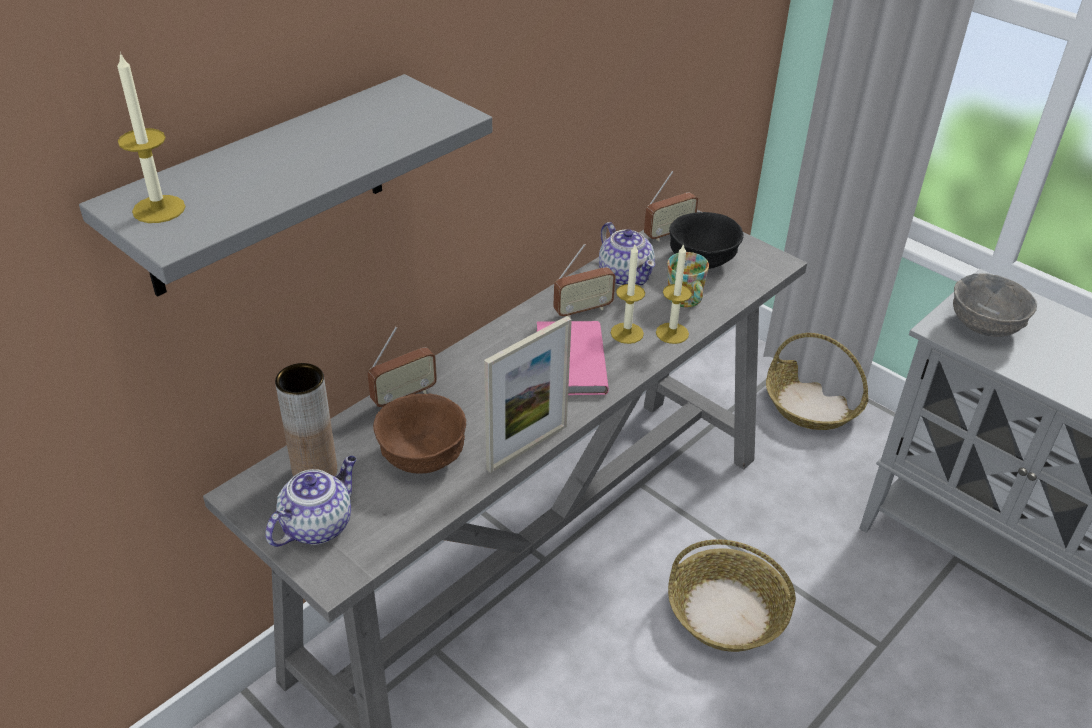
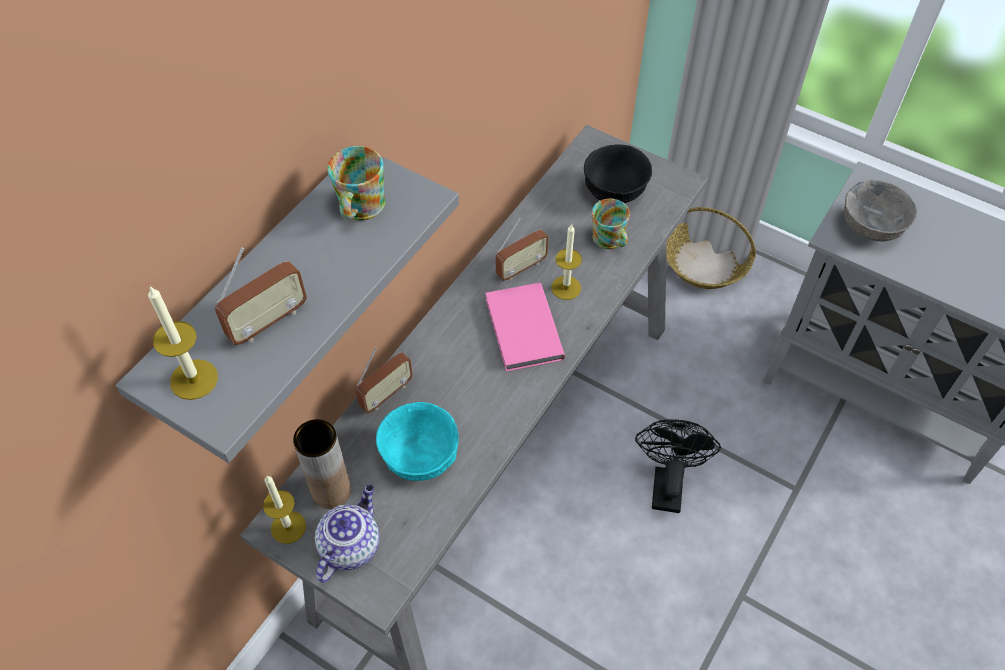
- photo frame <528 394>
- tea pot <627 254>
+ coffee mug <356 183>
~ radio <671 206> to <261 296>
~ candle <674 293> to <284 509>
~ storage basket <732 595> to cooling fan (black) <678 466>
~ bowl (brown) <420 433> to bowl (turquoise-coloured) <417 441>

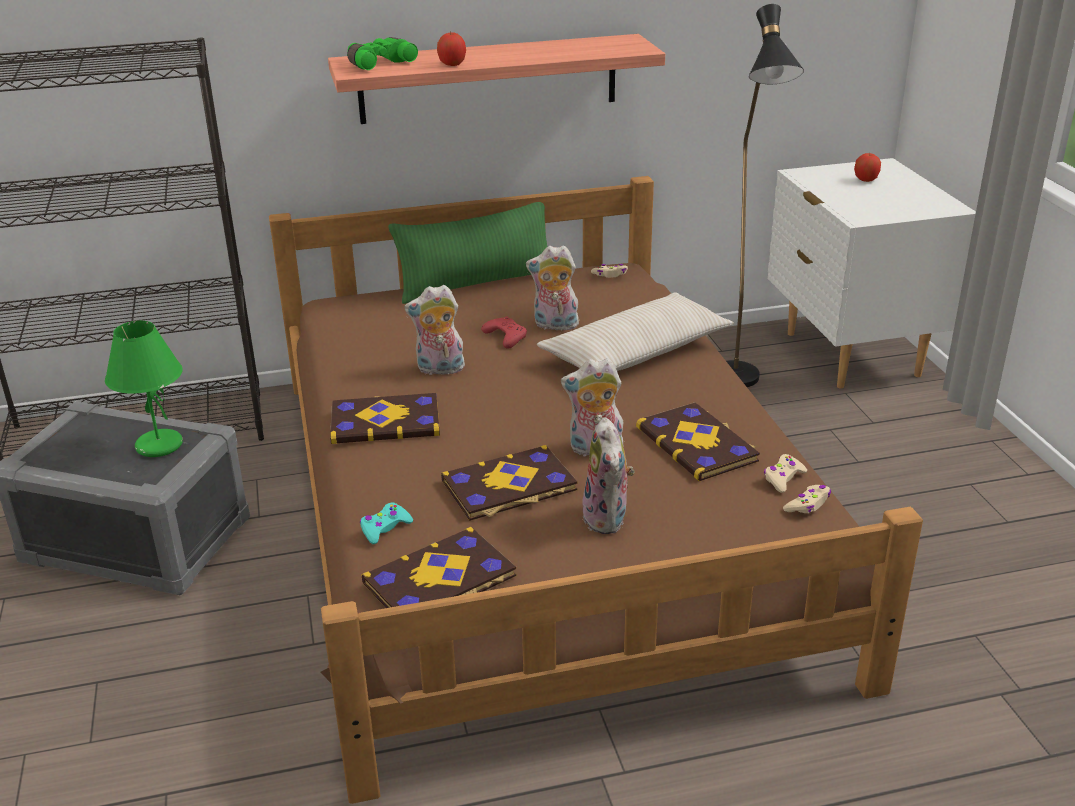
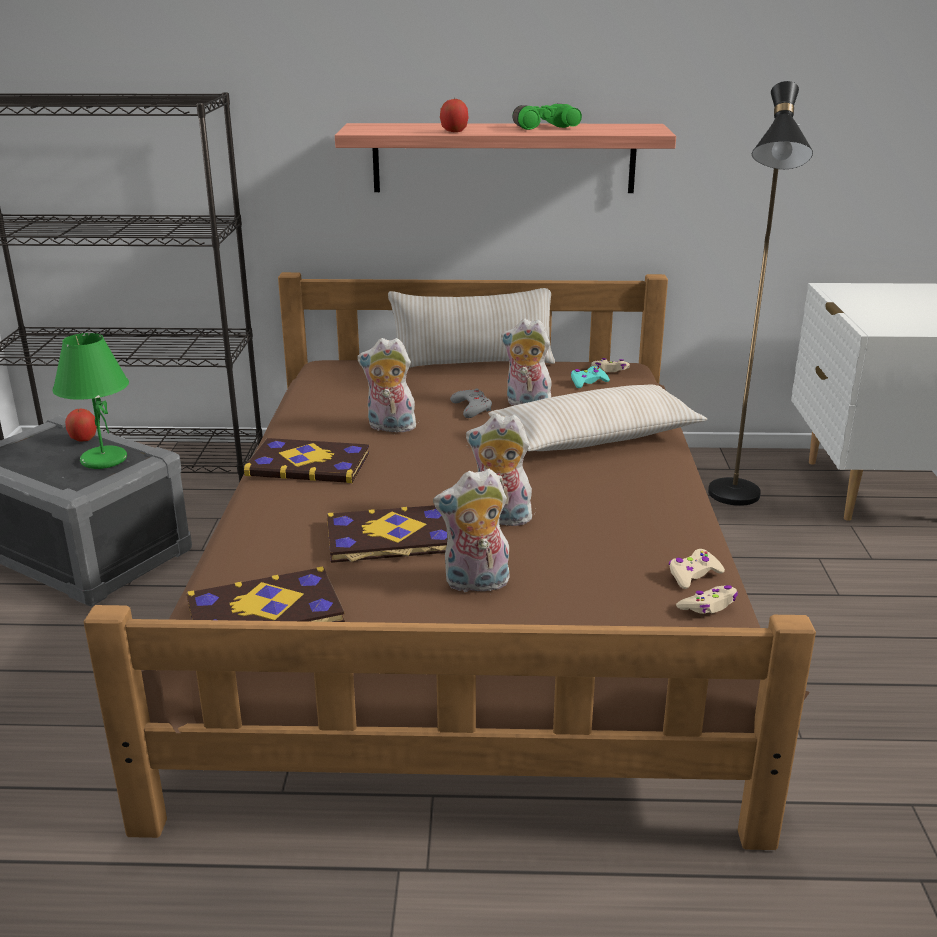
- book <698 441>
~ binoculars (green) <382 53> to <547 117>
~ joypad (turquoise-coloured) <386 523> to <590 377>
~ apple fruit <867 167> to <81 424>
~ pillow (green) <468 253> to pillow (beige-coloured) <471 328>
~ joypad (red-coloured) <504 332> to joypad (grey) <471 403>
~ plush toy <608 475> = <471 530> 75 degrees clockwise

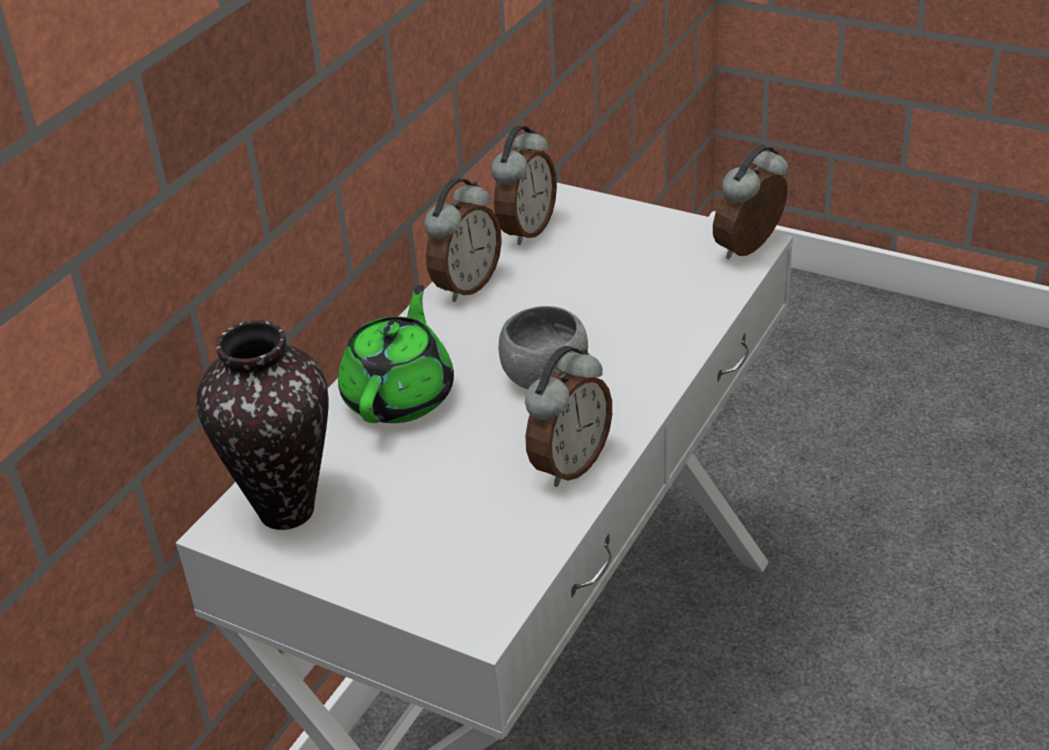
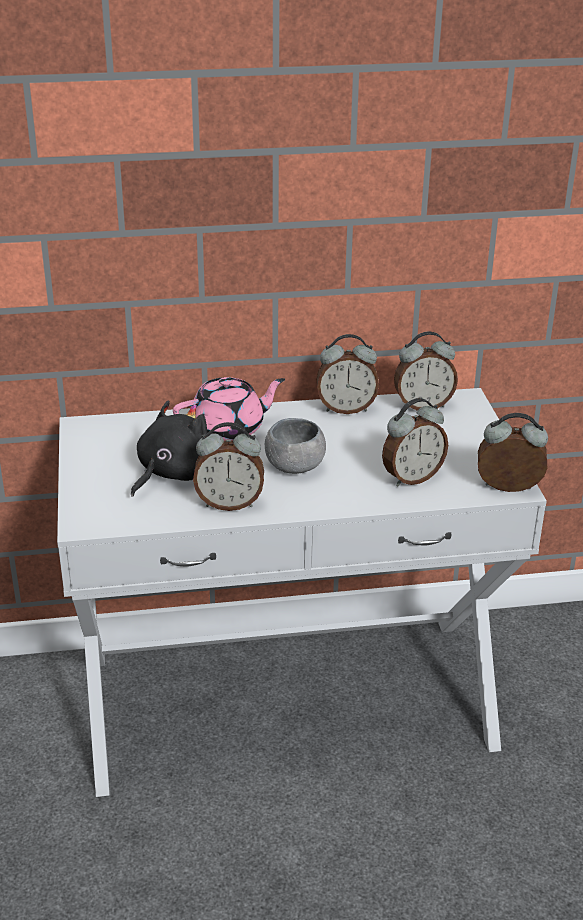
- flower vase <262 425>
+ plush toy (black) <169 448>
+ bedside clock <415 442>
~ tea pot (green) <396 354> to tea pot (pink) <229 409>

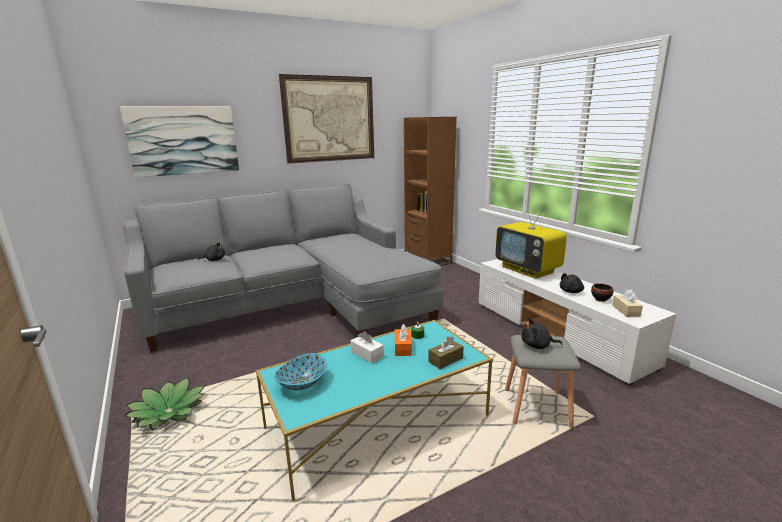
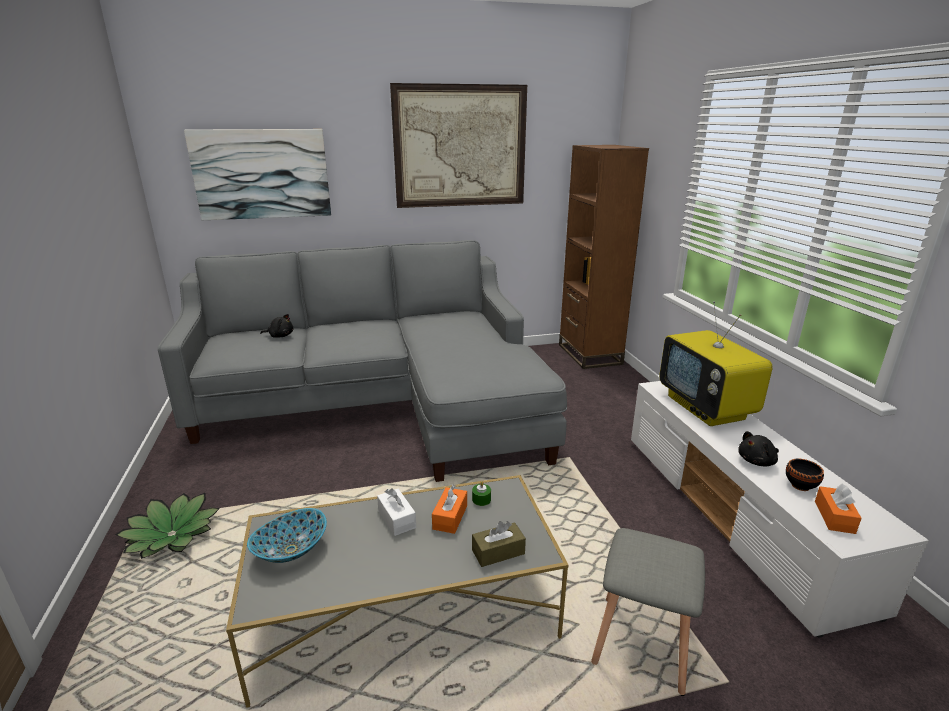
- plush toy (black) <542 333>
~ lounge table (turquoise-coloured) <374 411> to lounge table (grey) <397 591>
~ tissue box (beige-coloured) <627 303> to tissue box (orangey) <838 508>

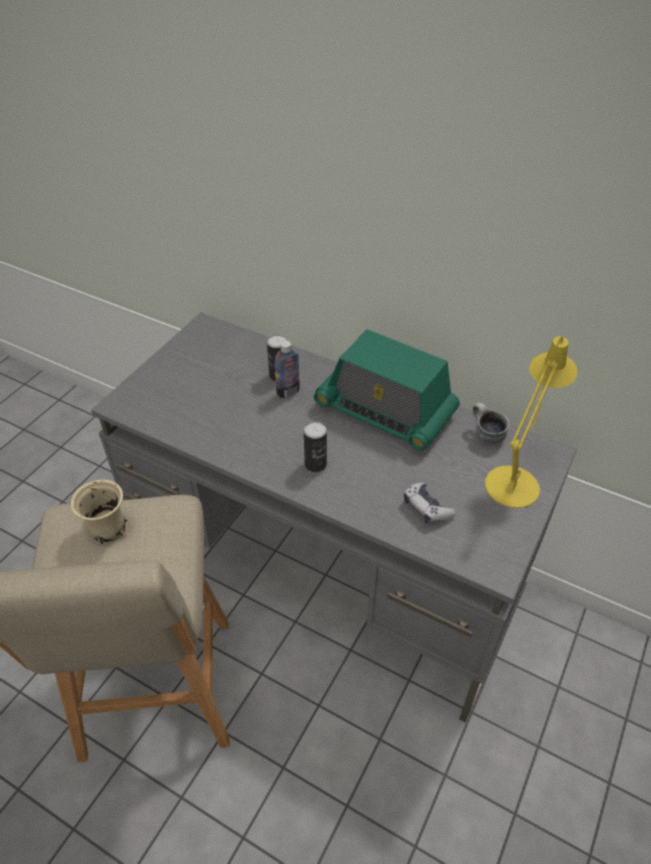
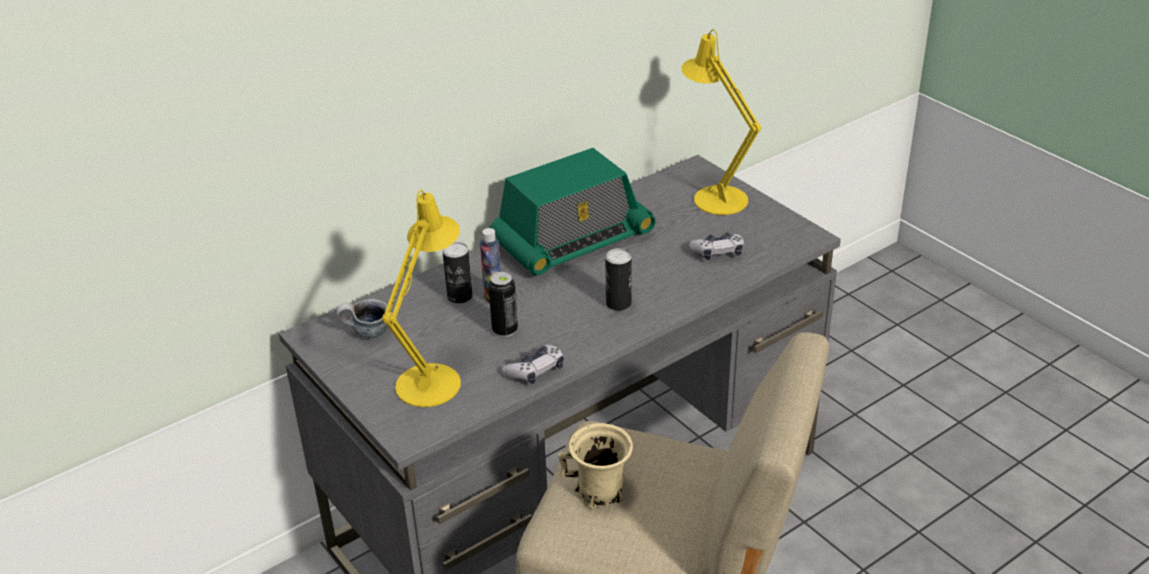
+ lamp for a table (yellowish) <421 298>
+ metal can <503 304>
+ joypad <533 364>
~ coffee mug <491 423> to <362 318>

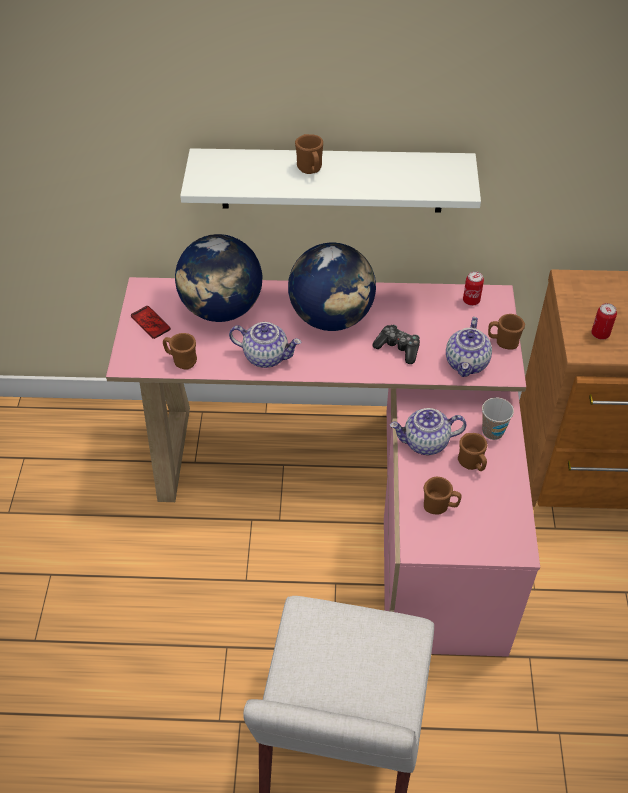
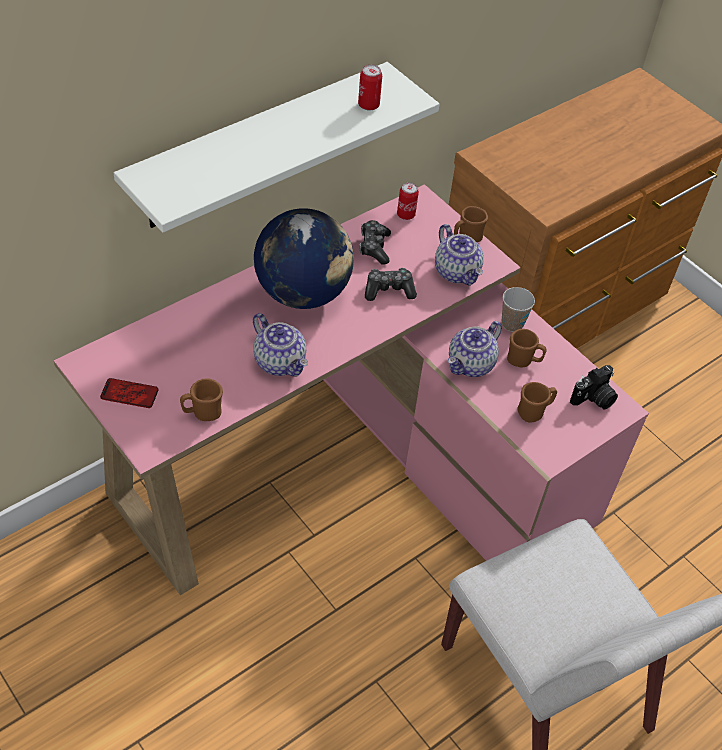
- world globe <218 278>
- coffee mug (brown) <309 154>
+ joypad <375 242>
+ still camera <594 387>
~ metal can <604 321> to <370 88>
~ tea pot <265 345> = <280 345> 75 degrees clockwise

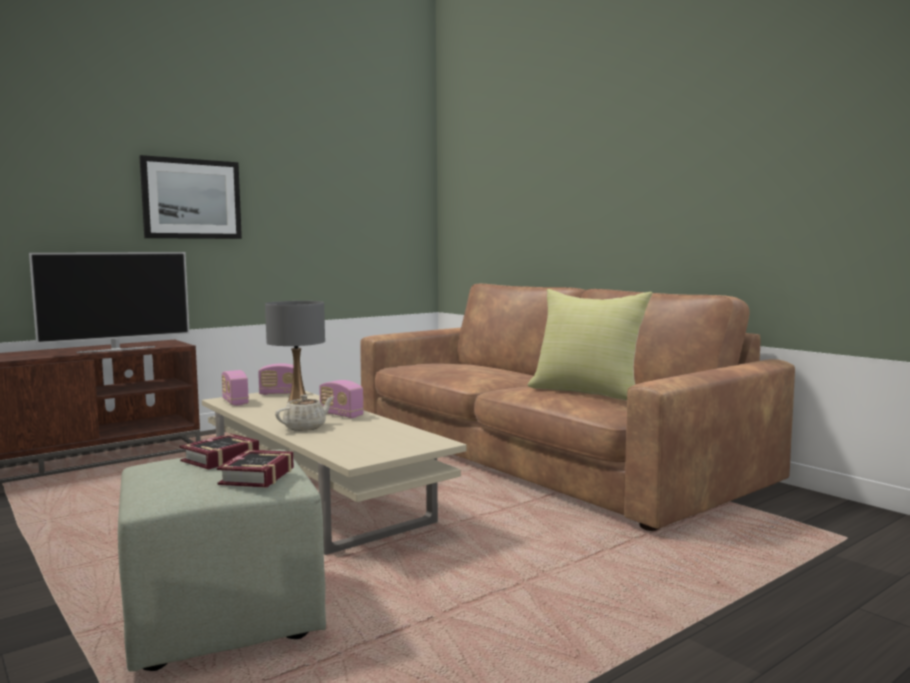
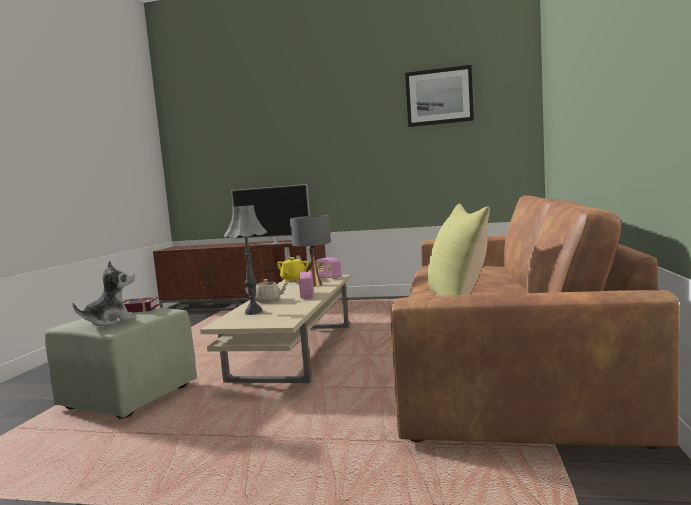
+ lamp for a table (grey) <245 260>
~ picture <190 197> to <439 96>
~ book <255 469> to plush toy <104 293>
~ radio <235 388> to tea pot (yellowish) <293 269>

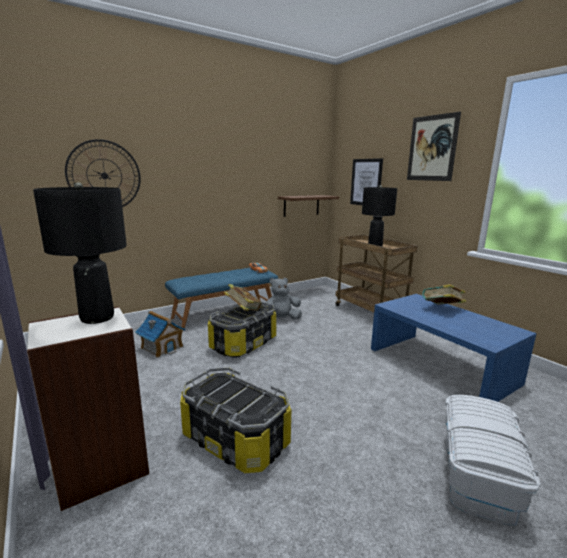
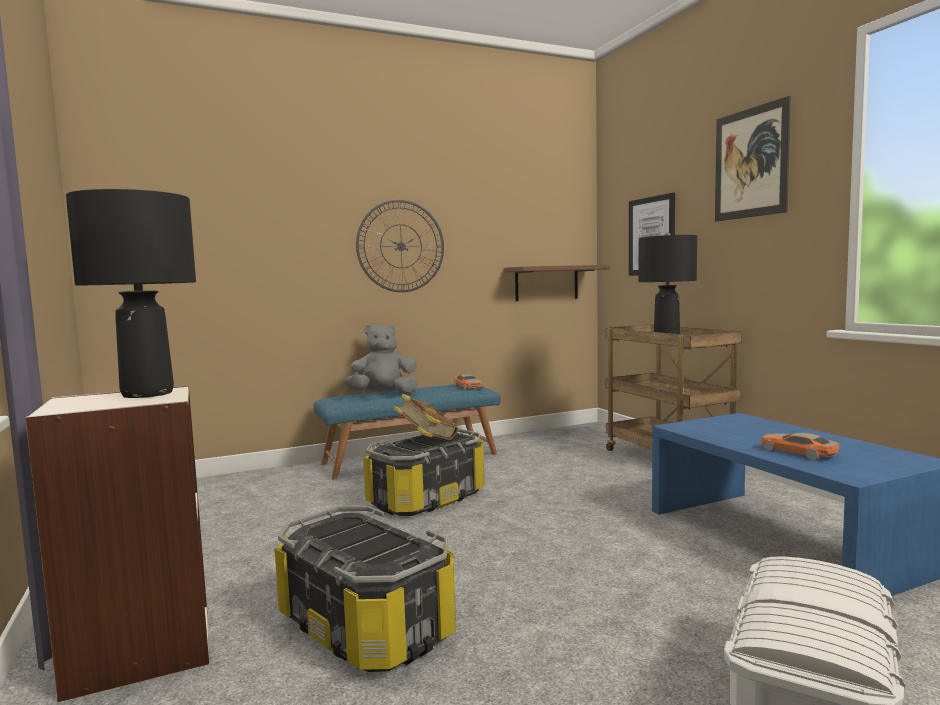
- toy house <160 334>
- book <444 294>
+ model car <800 446>
~ wall clock <103 173> to <400 246>
~ plush toy (grey) <283 299> to <382 359>

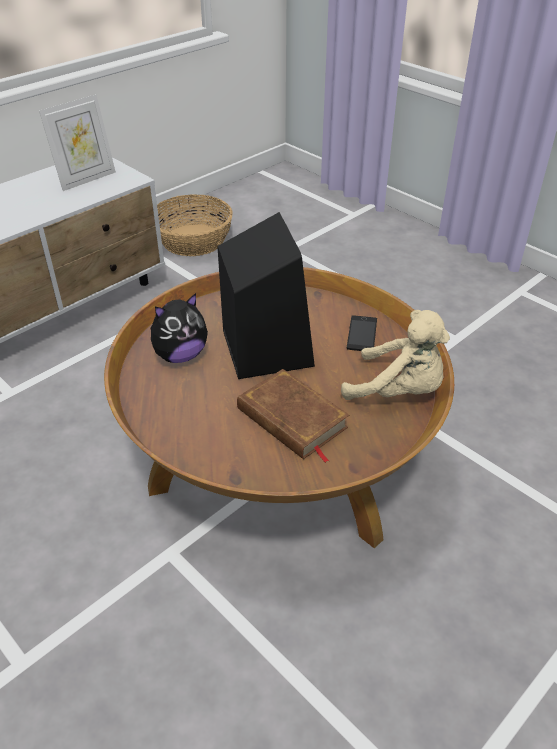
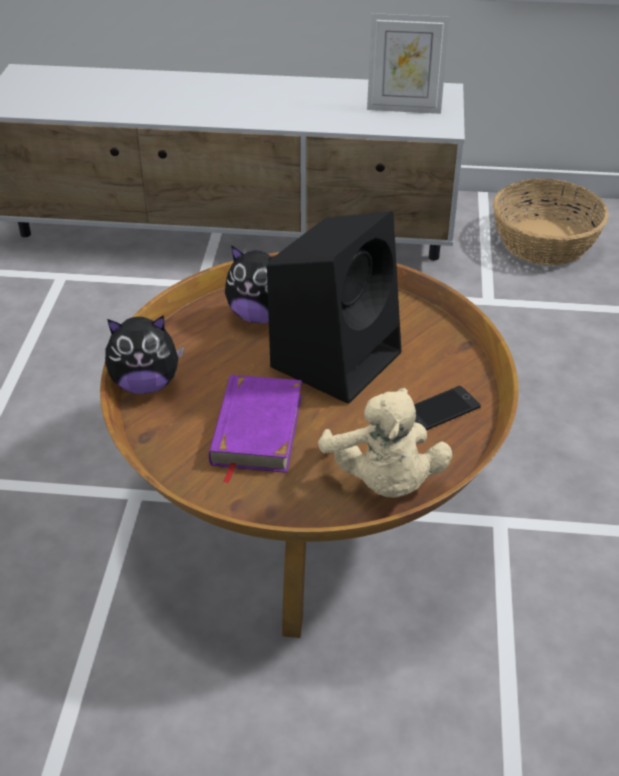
+ plush toy <144 354>
~ book (brown) <293 416> to book (purple) <255 429>

